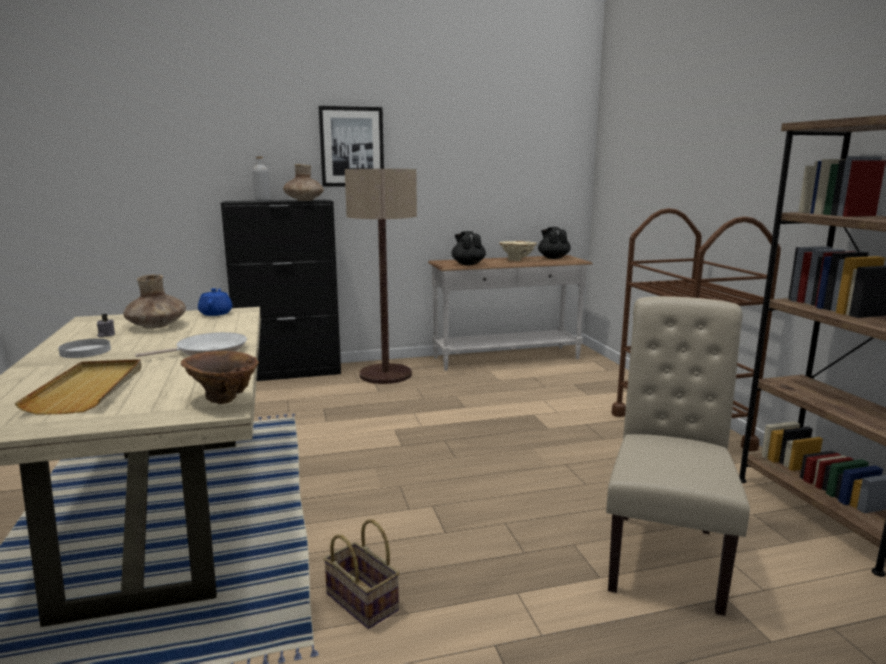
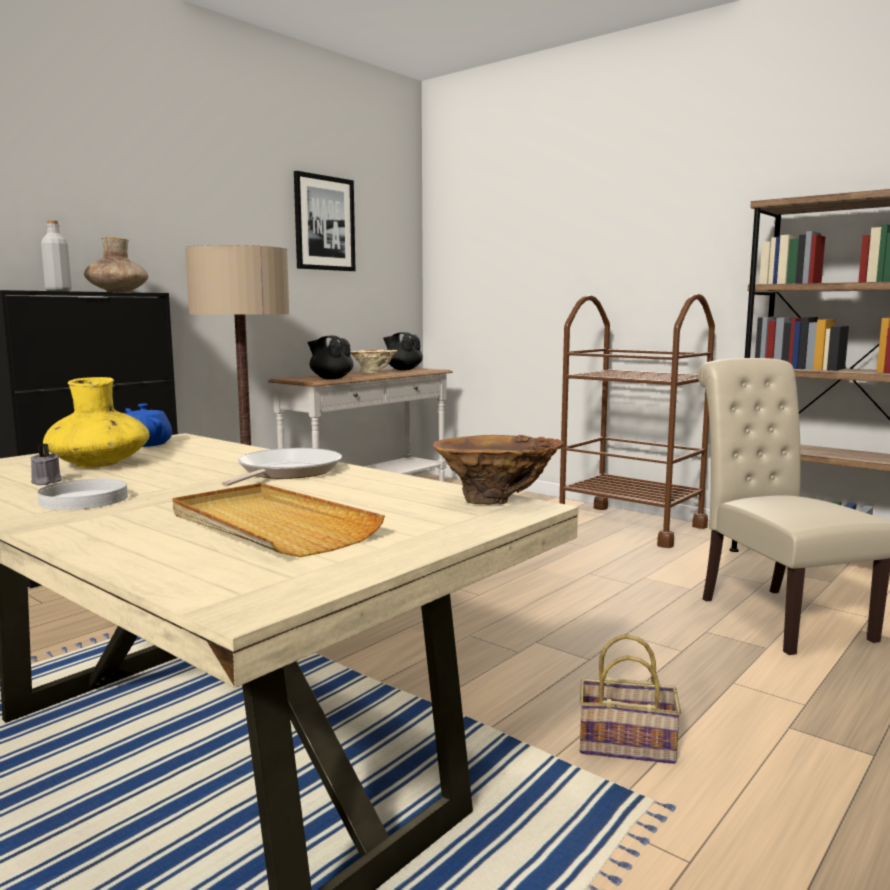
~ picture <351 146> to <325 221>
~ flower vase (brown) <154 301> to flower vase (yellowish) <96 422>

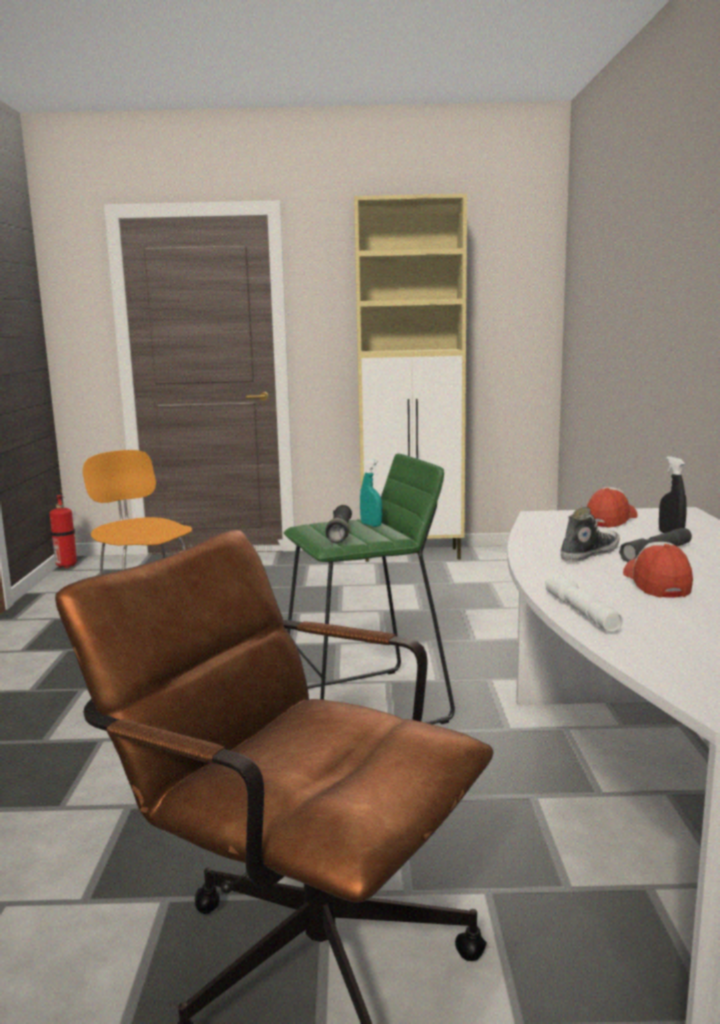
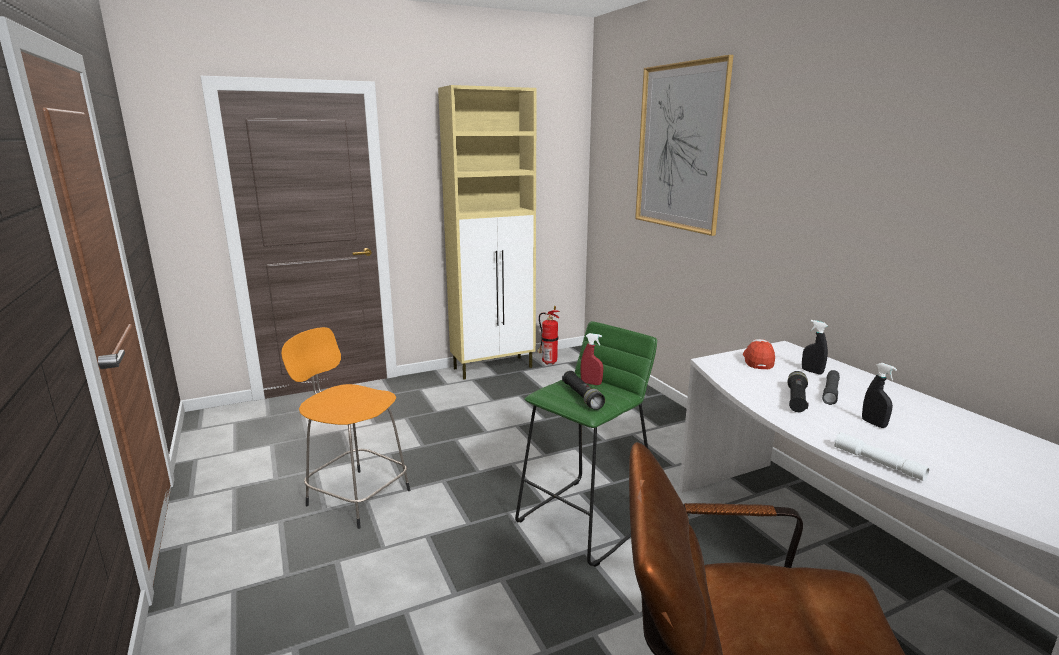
+ picture <684 145>
~ extinguisher <63 528> to <548 335>
~ shoe <590 534> to flashlight (black) <798 391>
~ cap <658 570> to hand sprayer (black) <879 395>
~ hand sprayer (turquoise-coloured) <371 493> to hand sprayer (red-coloured) <592 359>

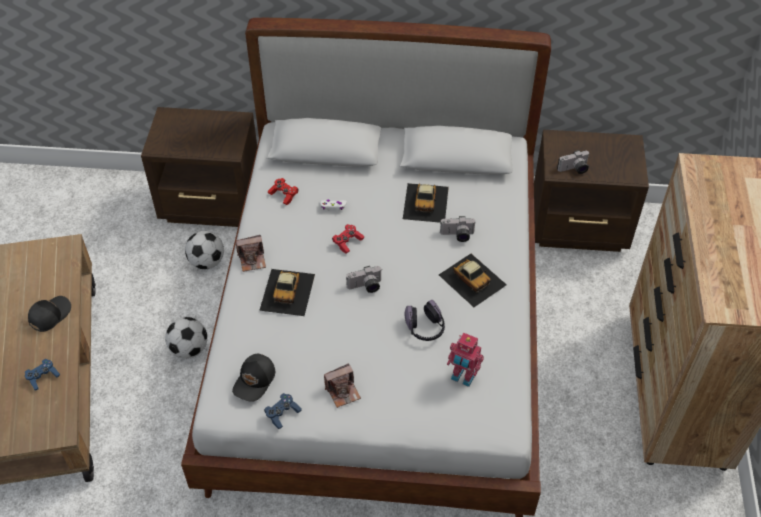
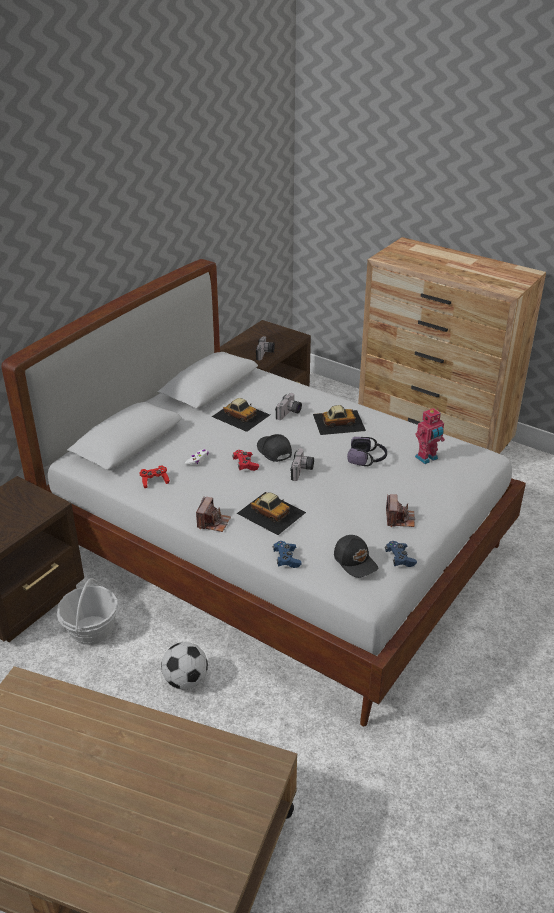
~ joypad (blue) <42 374> to <287 554>
~ cap (black) <49 314> to <274 448>
~ football ball <204 250> to storage basket <87 611>

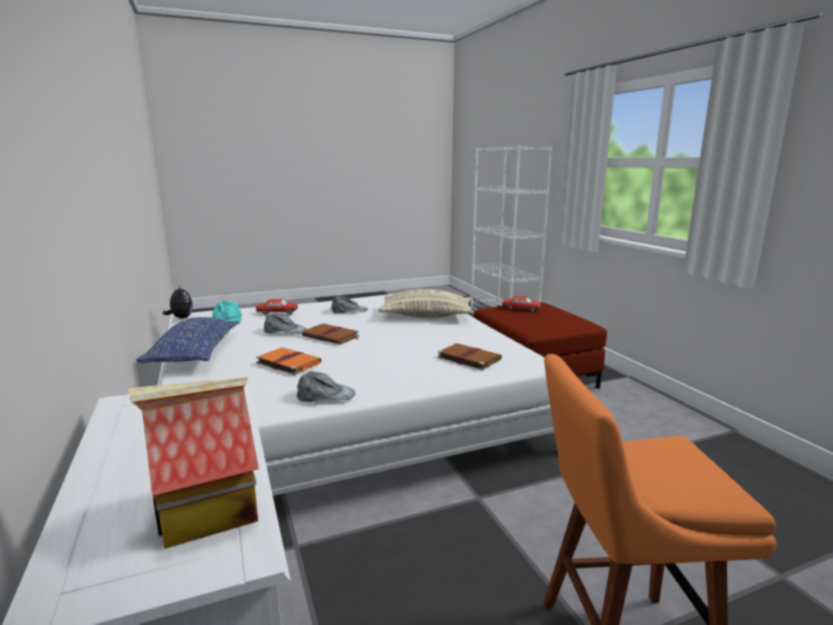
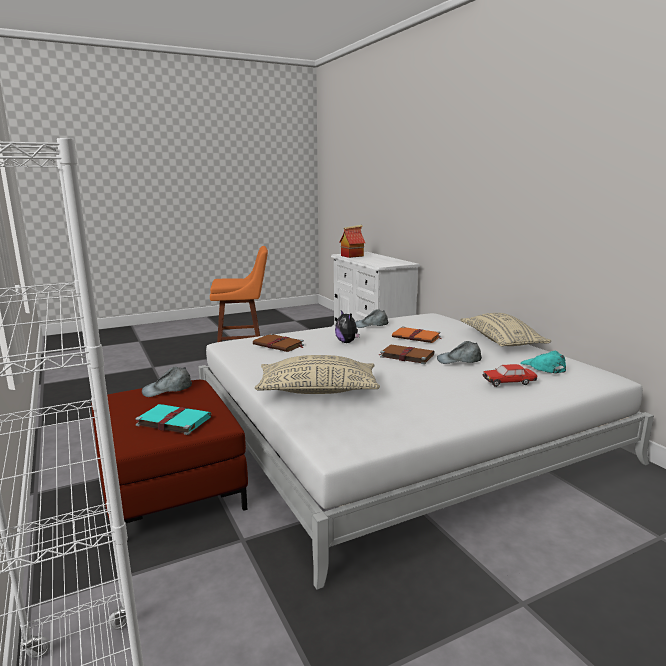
~ plush toy <178 302> to <347 326>
~ cap (grey) <349 304> to <167 382>
~ model car <521 304> to book (turquoise-coloured) <173 419>
~ pillow (blue) <187 340> to pillow (beige-coloured) <505 330>

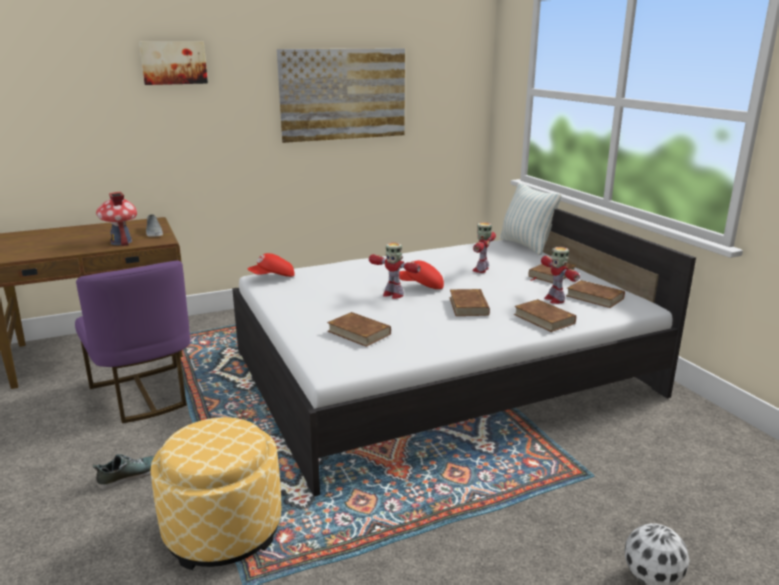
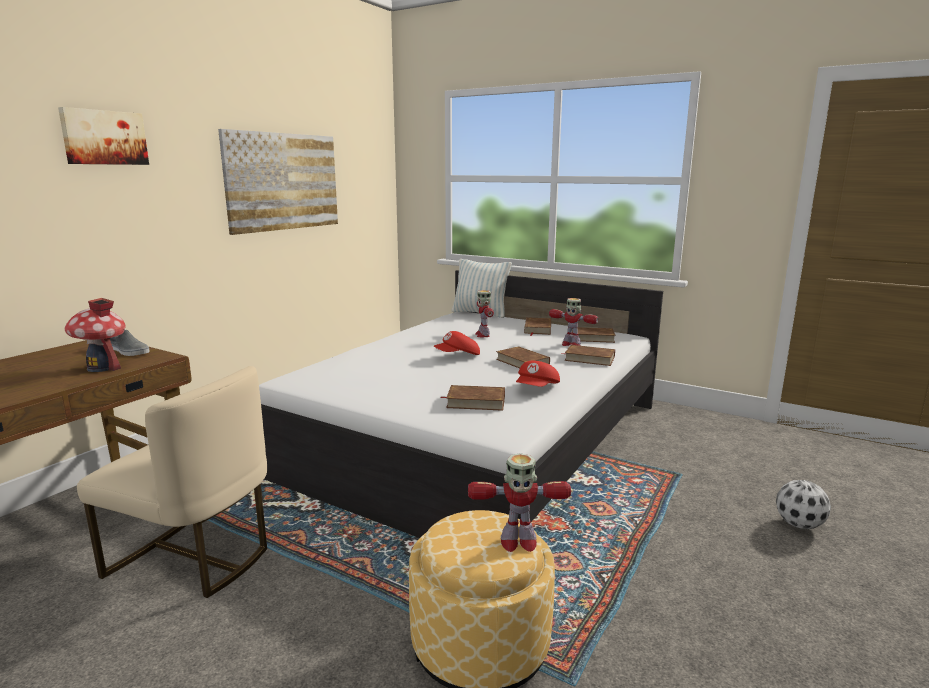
- shoe <123 472>
~ cap (red-coloured) <271 265> to <538 374>
~ toy robot <395 271> to <519 502>
~ upright chair (purple) <132 342> to upright chair (beige-coloured) <172 482>

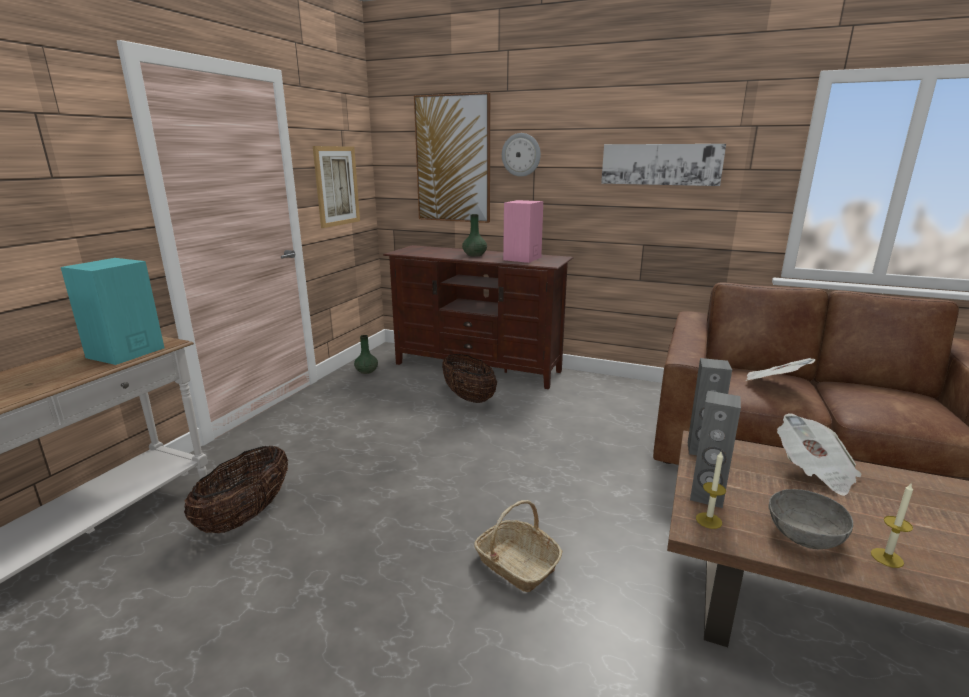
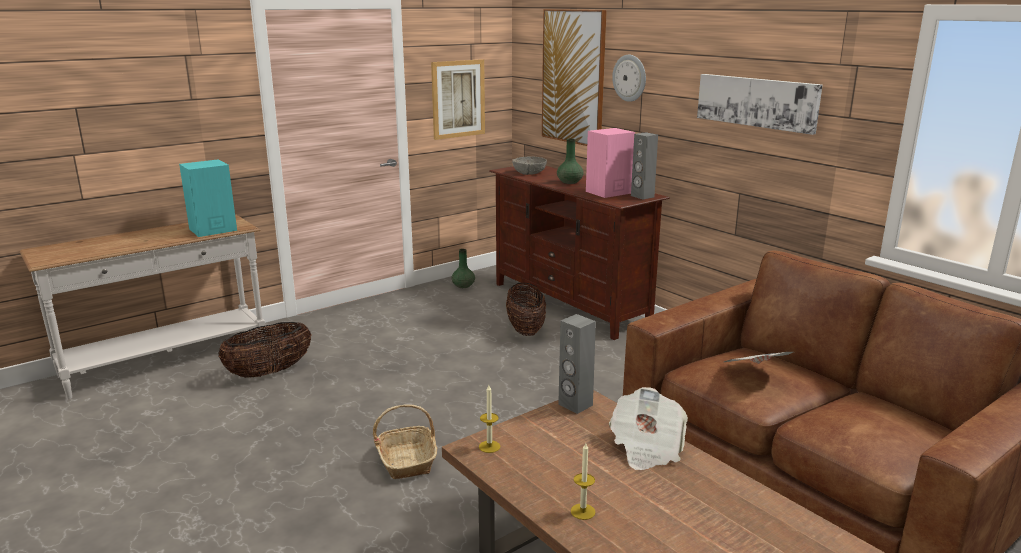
~ speaker (grey) <715 449> to <644 165>
~ bowl (grey) <810 519> to <529 166>

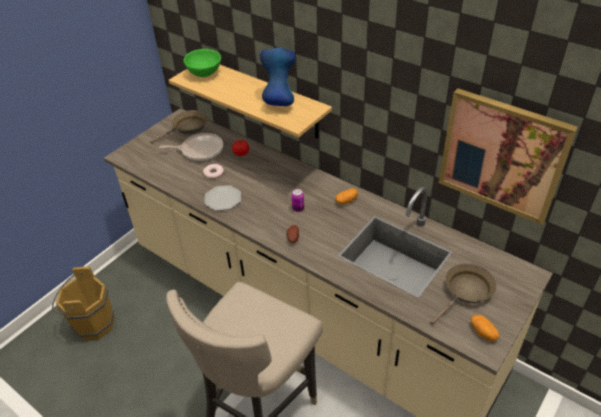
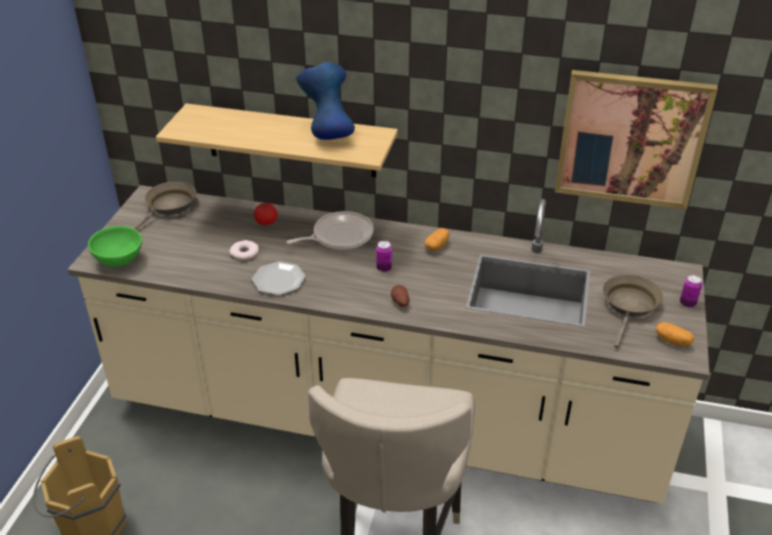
+ metal can <691 291>
~ frying pan <191 147> to <330 230>
~ bowl (green) <202 63> to <115 246>

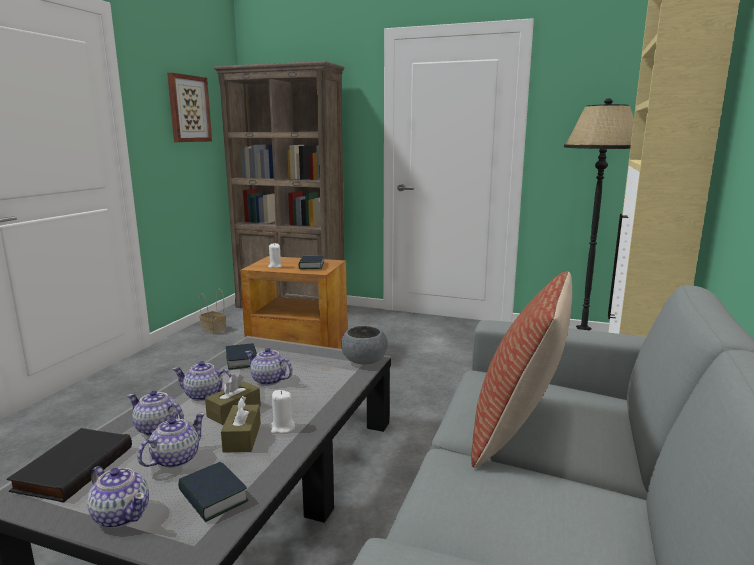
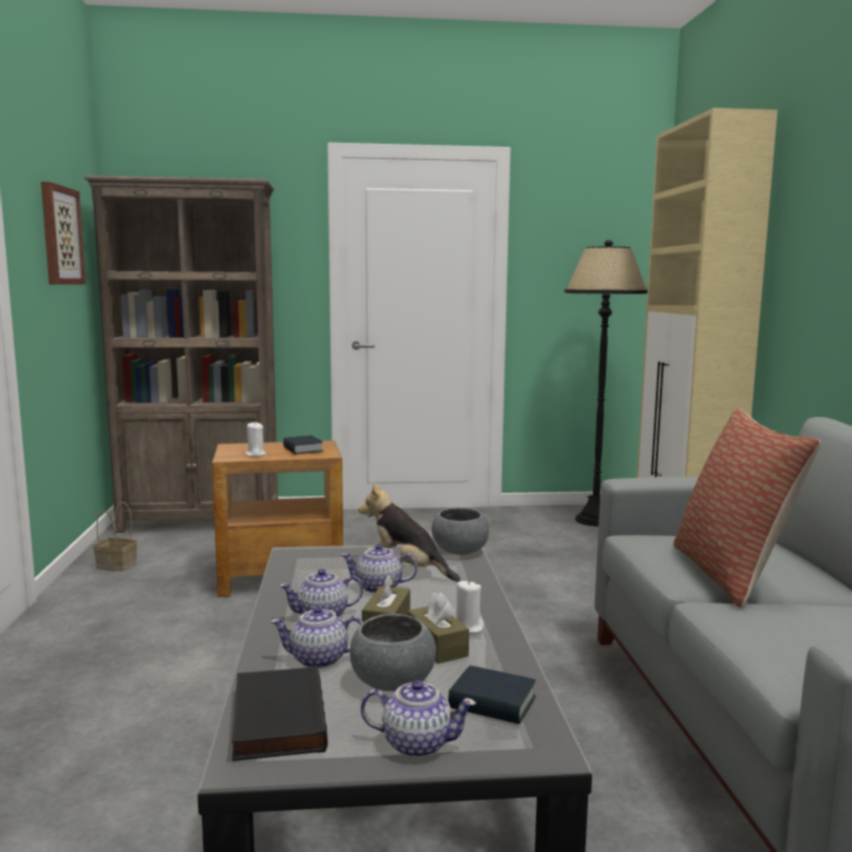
- book <241 356>
+ plush toy <409 532>
~ tea pot <171 440> to bowl (grey) <393 652>

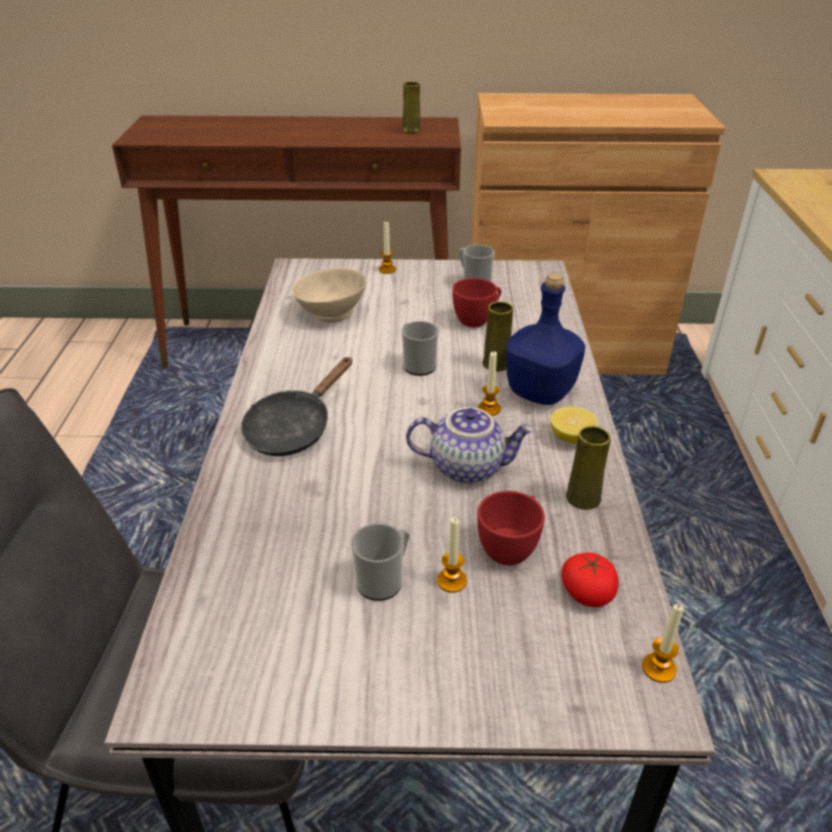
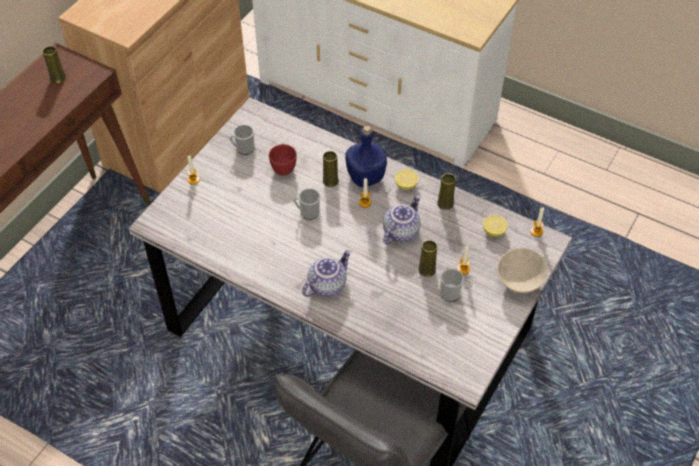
- small cup (red-coloured) <511 528>
+ flower vase (yellowish) <427 258>
~ bowl (beige-coloured) <329 295> to <522 270>
~ frying pan (black) <296 406> to tea pot <326 273>
~ whole tomato <590 580> to citrus fruit <495 226>

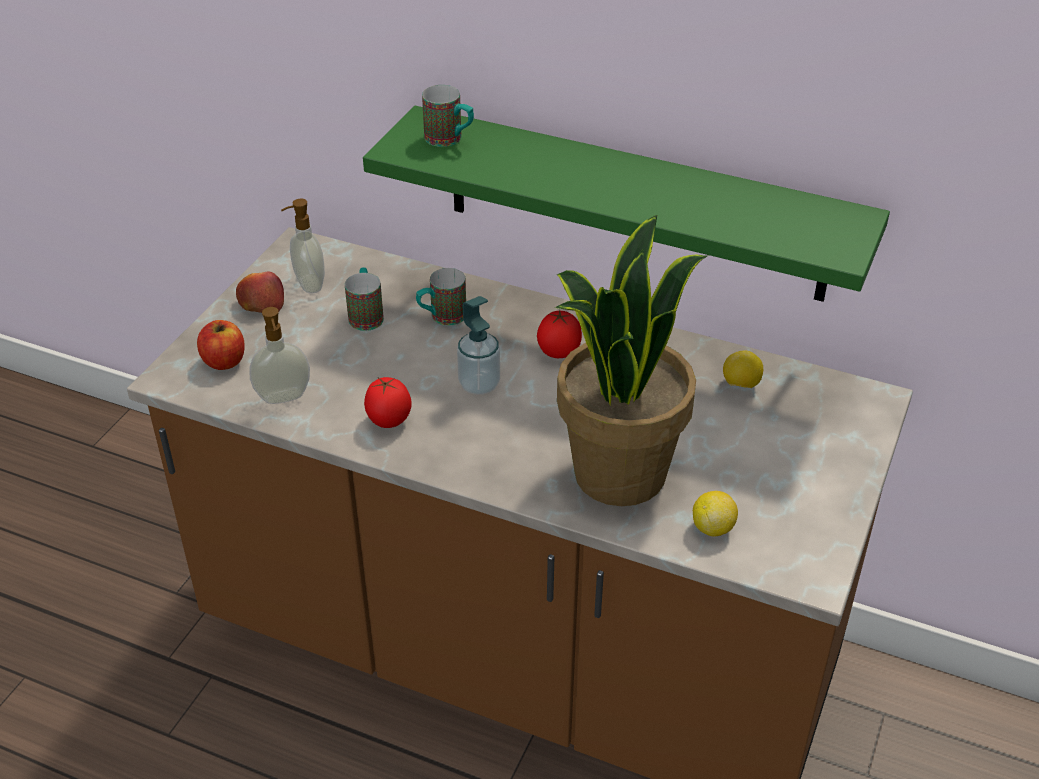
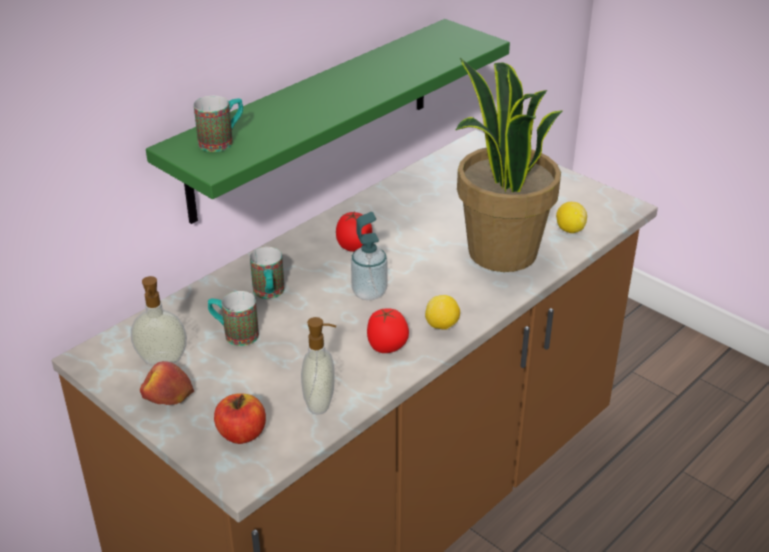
~ citrus fruit <743 369> to <442 312>

